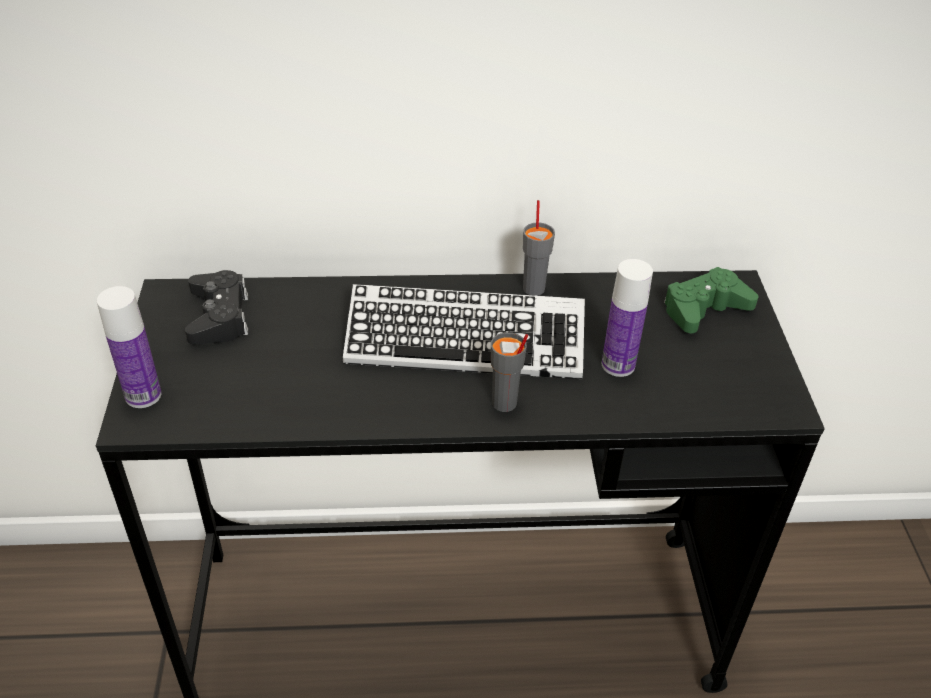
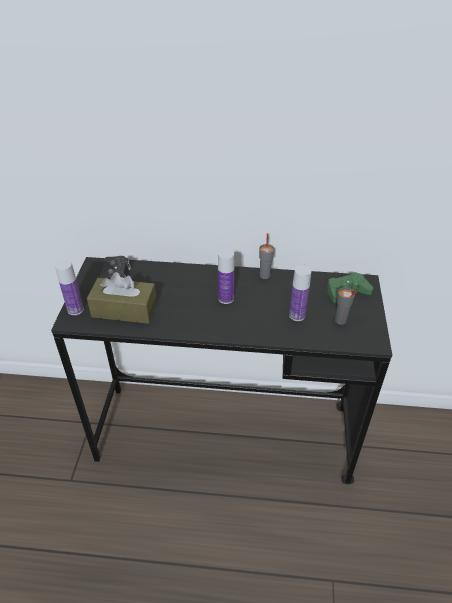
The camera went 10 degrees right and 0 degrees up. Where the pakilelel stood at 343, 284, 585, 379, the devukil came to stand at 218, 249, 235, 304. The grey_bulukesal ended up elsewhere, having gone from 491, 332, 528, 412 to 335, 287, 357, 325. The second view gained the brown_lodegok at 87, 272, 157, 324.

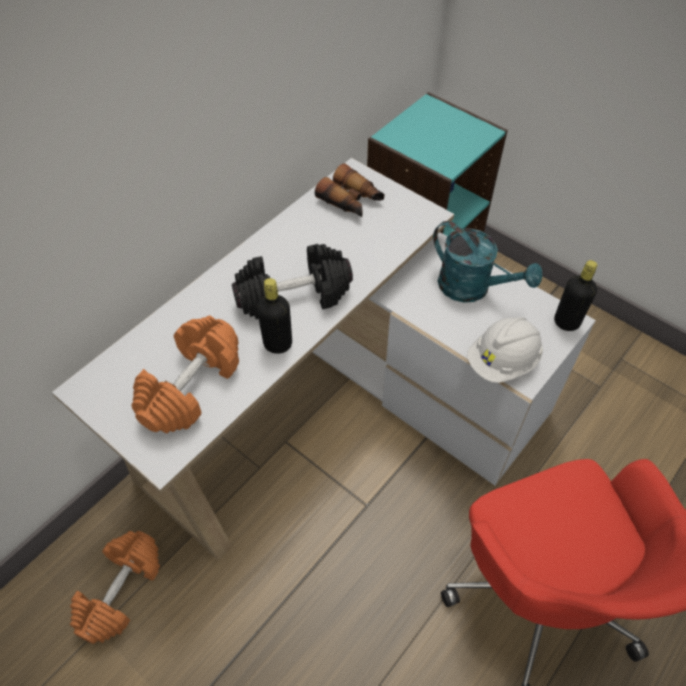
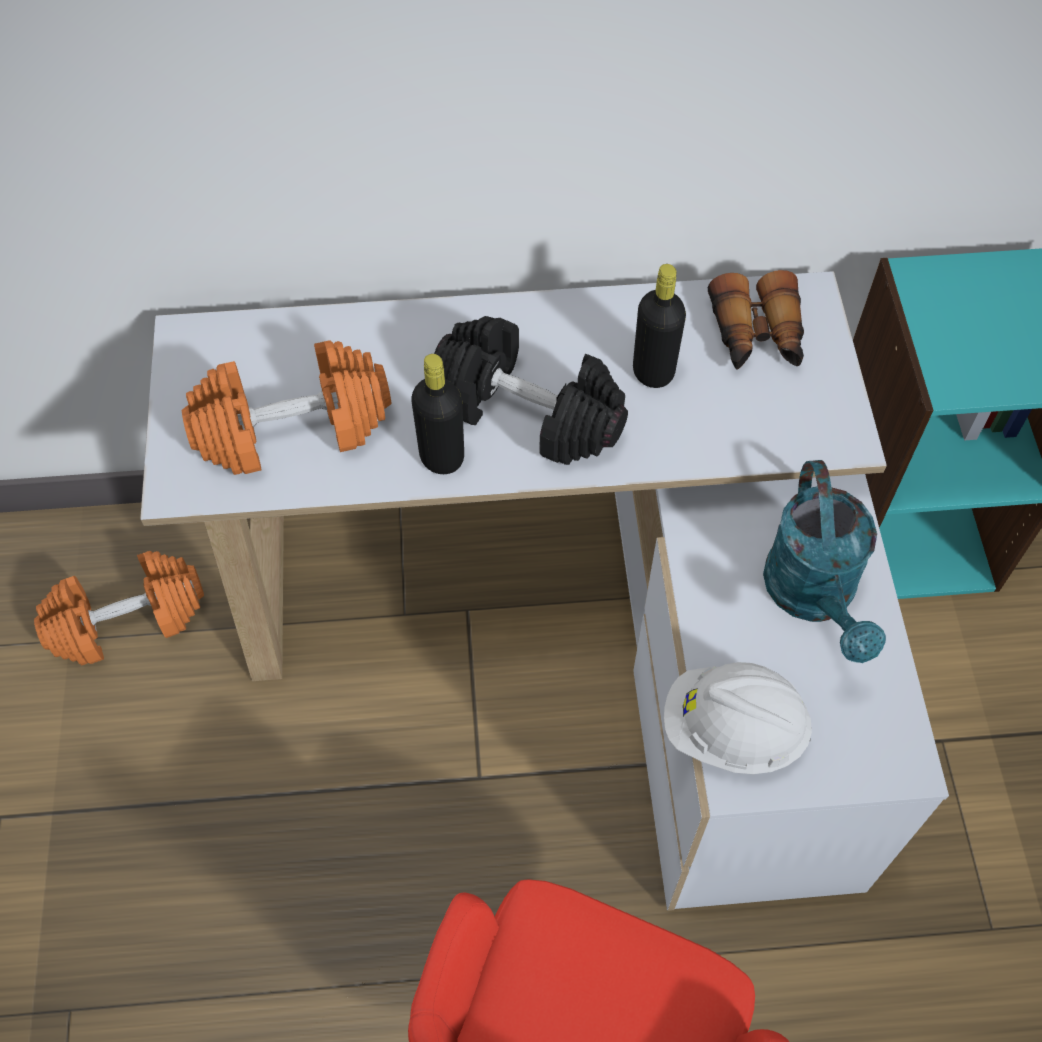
The camera went 45 degrees right and 5 degrees up. The black_devukil ended up elsewhere, having gone from 554, 260, 597, 331 to 633, 264, 686, 388.

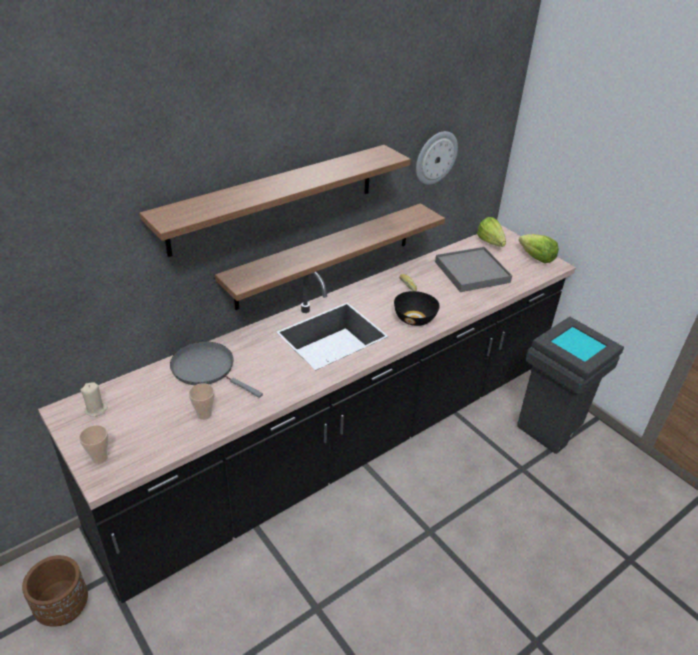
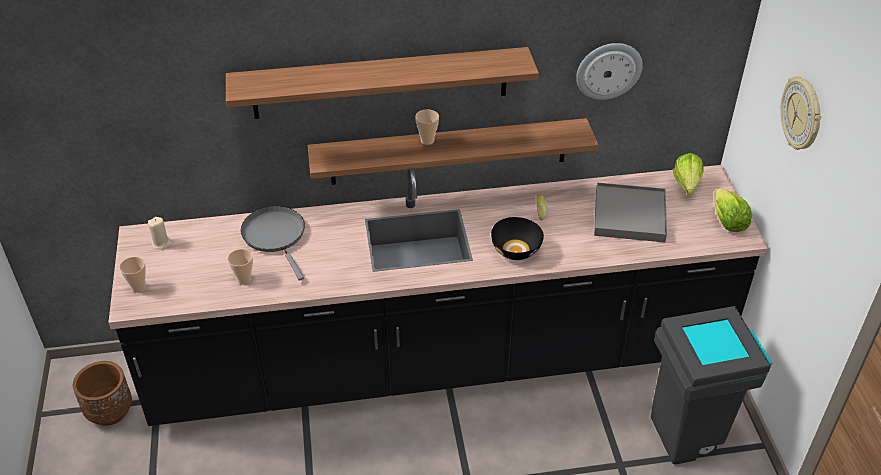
The camera went 30 degrees right and 5 degrees up. The second view gained the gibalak at 781, 76, 821, 150. The second view gained the bulukesal at 415, 110, 439, 145.

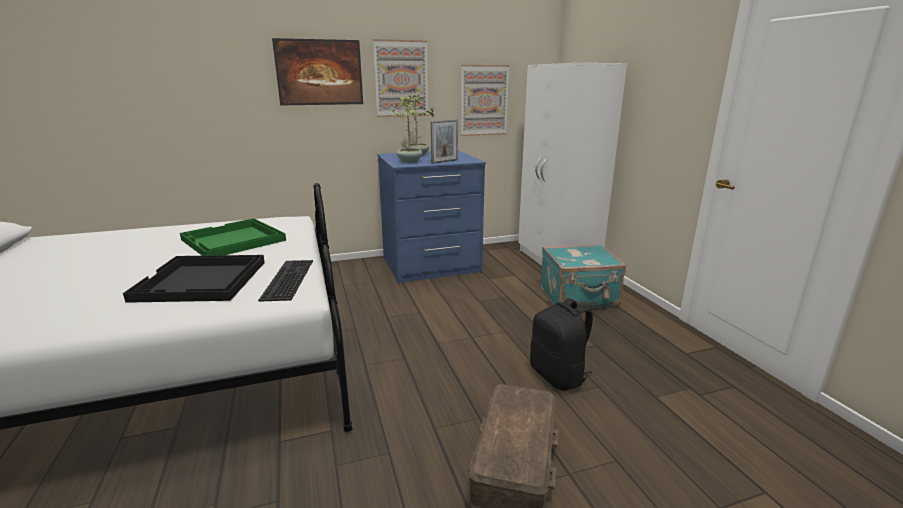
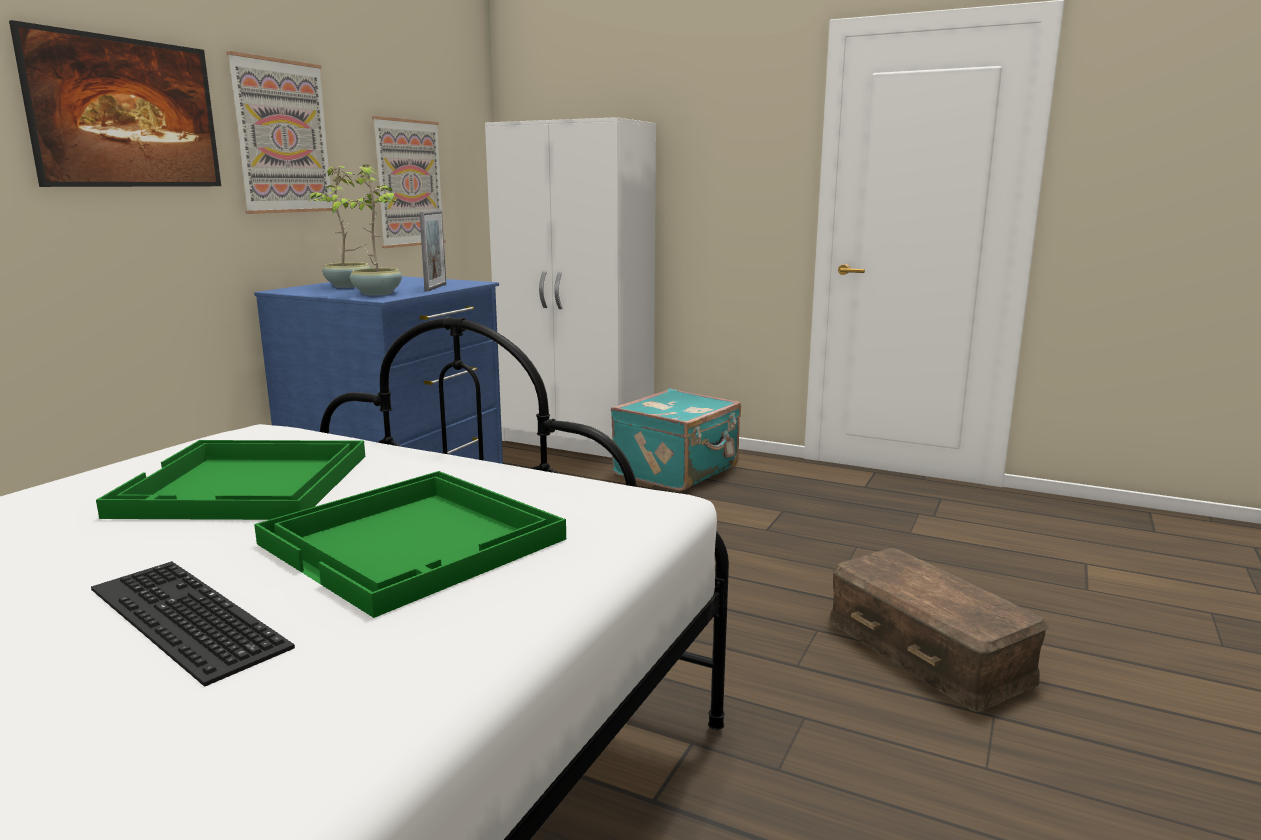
The camera went 45 degrees left and 5 degrees down. What was the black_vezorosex at 123, 255, 265, 303 turned into the green_vezorosex at 254, 471, 566, 618. The pakilelel ended up elsewhere, having gone from 258, 260, 313, 302 to 91, 561, 295, 687. The second view lost the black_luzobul at 530, 298, 593, 390.

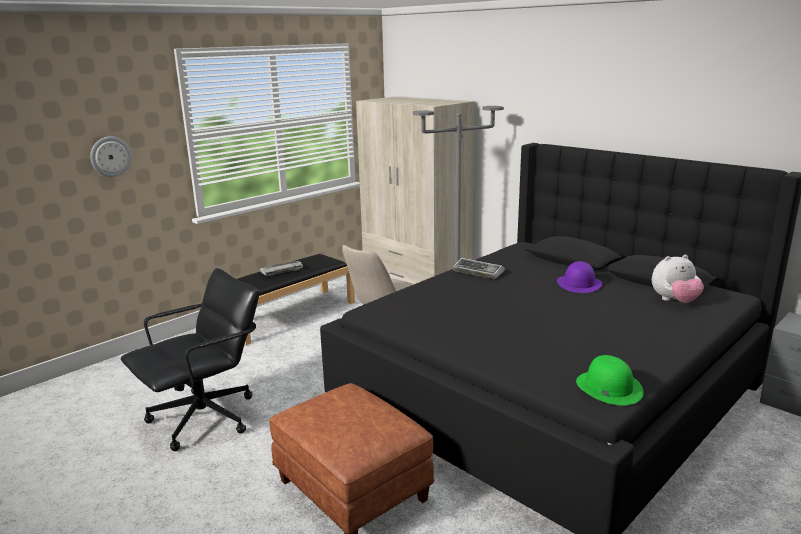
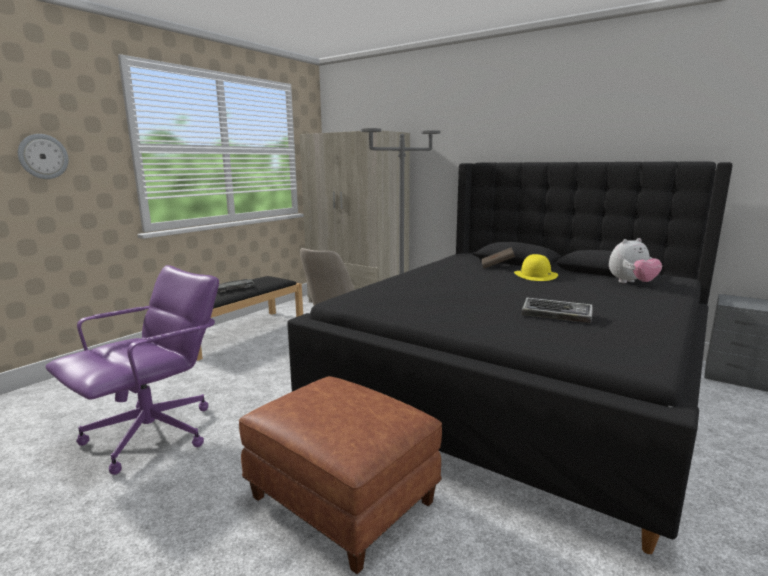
The camera went 10 degrees left and 5 degrees down. The pakilelel ended up elsewhere, having gone from 453, 258, 505, 279 to 521, 297, 593, 324. What was the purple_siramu at 557, 261, 602, 293 turned into the yellow_siramu at 514, 254, 558, 281. What was the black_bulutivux at 121, 268, 260, 451 turned into the purple_bulutivux at 46, 265, 219, 475. The second view lost the green_siramu at 576, 355, 644, 405. The second view gained the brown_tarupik at 482, 247, 515, 268.

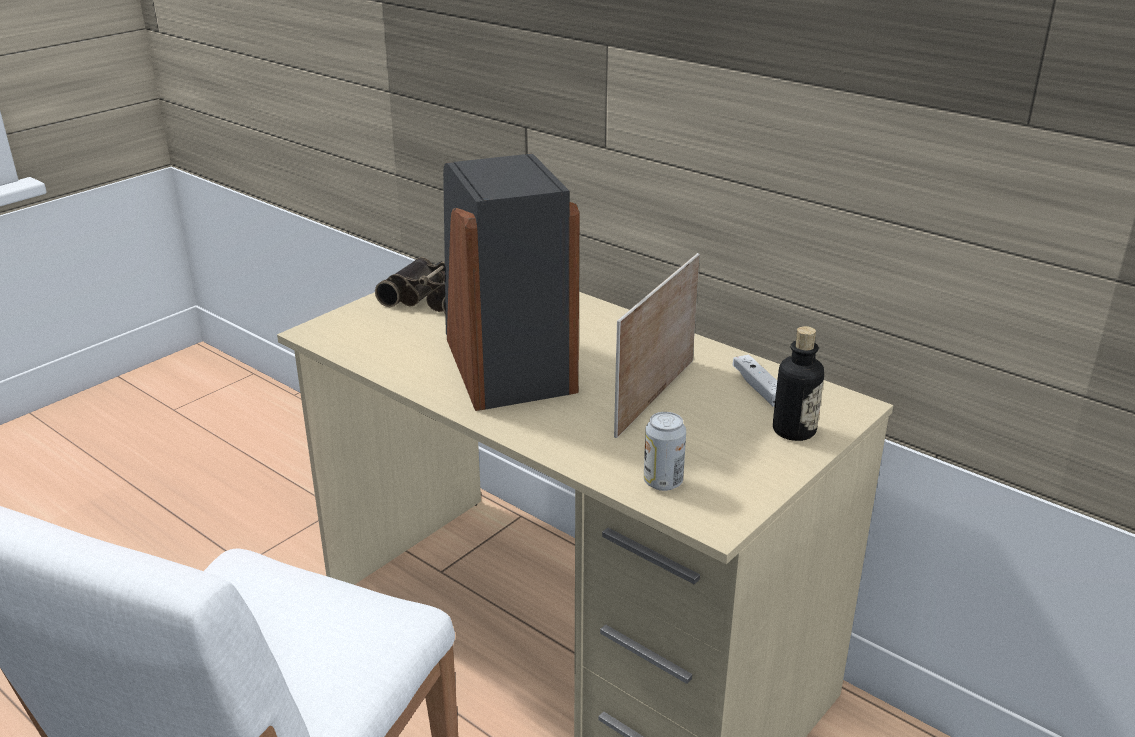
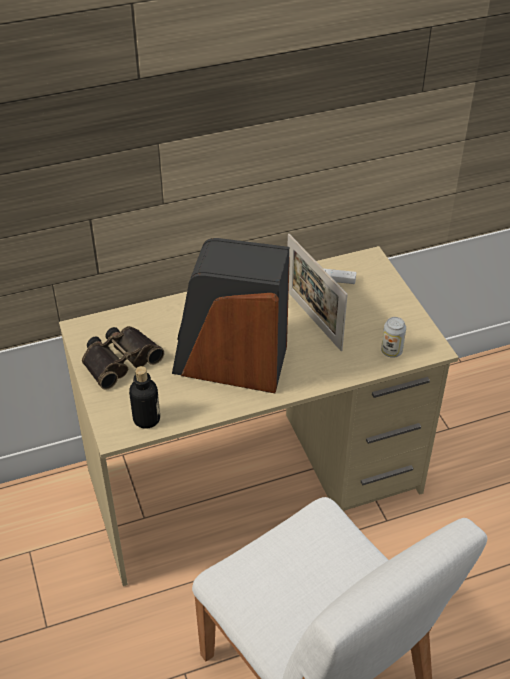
The camera went 60 degrees left and 15 degrees up. The devukil ended up elsewhere, having gone from 773, 326, 824, 441 to 129, 366, 160, 429.

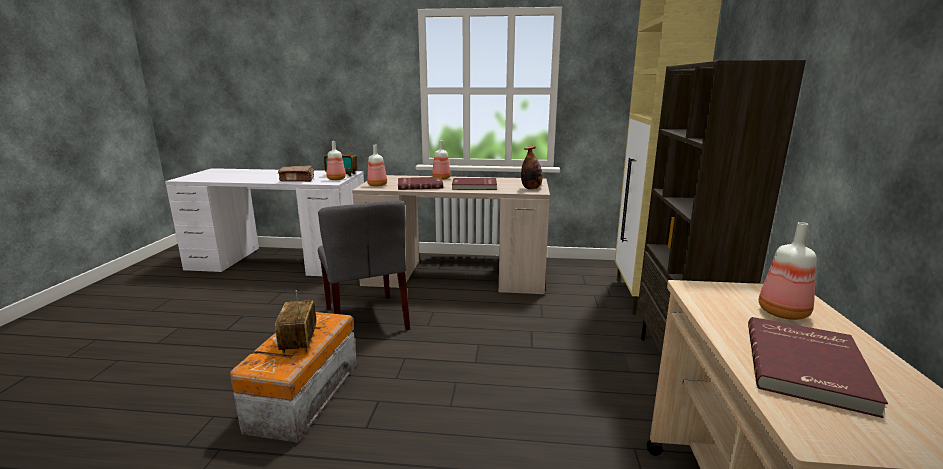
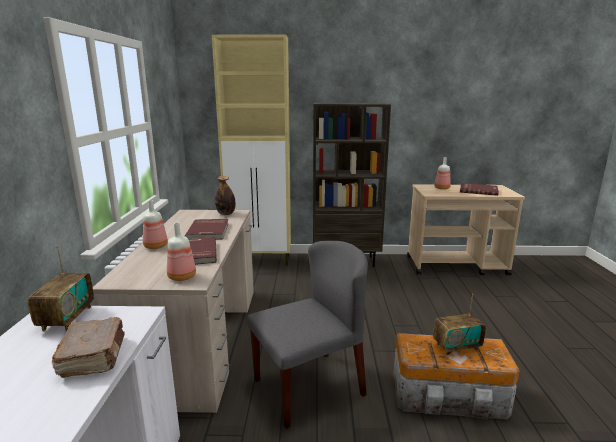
The camera went 95 degrees left and 0 degrees up. The second view lost the devukil at 327, 141, 346, 180.

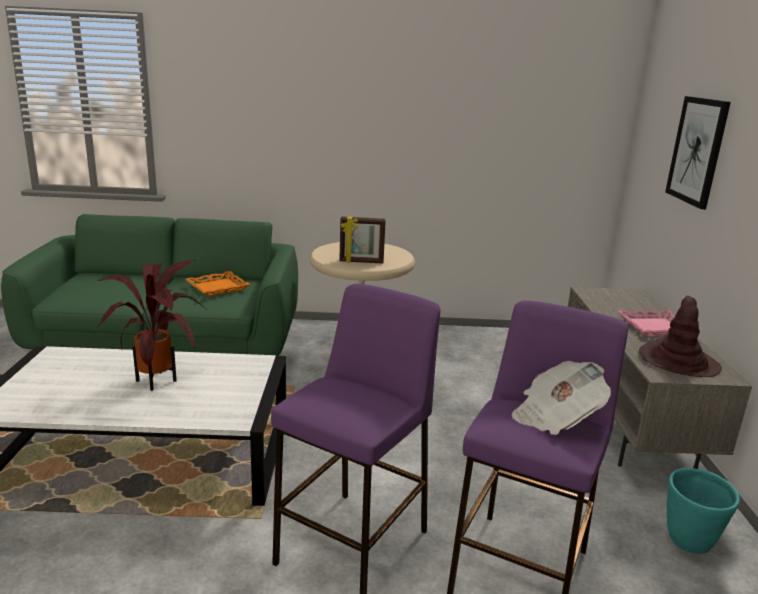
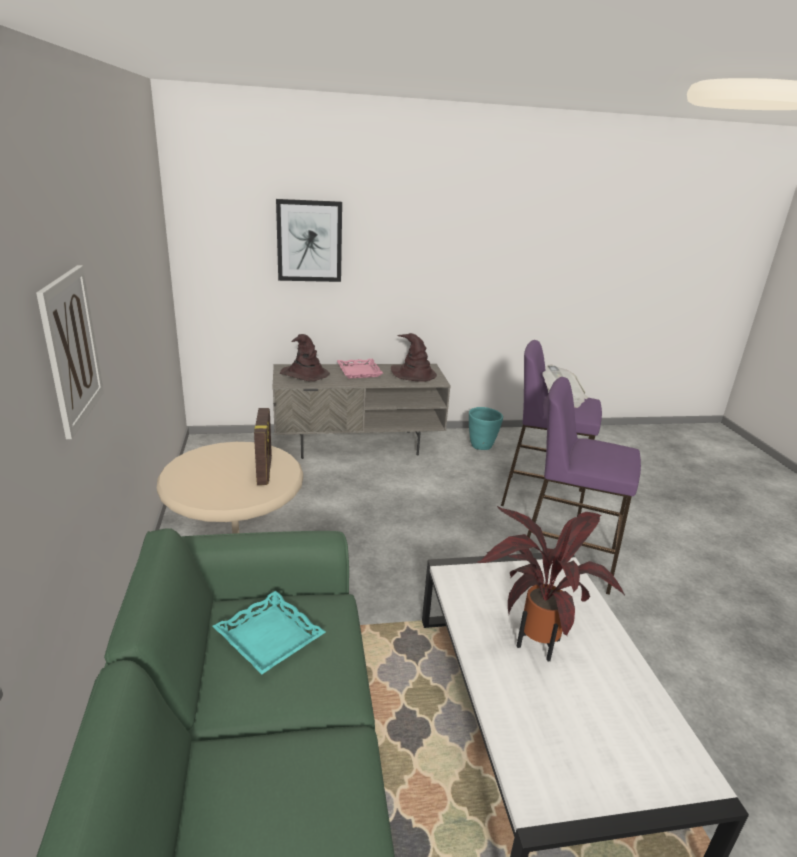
The camera went 100 degrees left and 5 degrees up. What was the orange_vezorosex at 185, 271, 250, 297 turned into the turquoise_vezorosex at 213, 591, 326, 675. The second view gained the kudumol at 36, 265, 104, 440. The second view gained the brown_siramu at 280, 334, 330, 381.

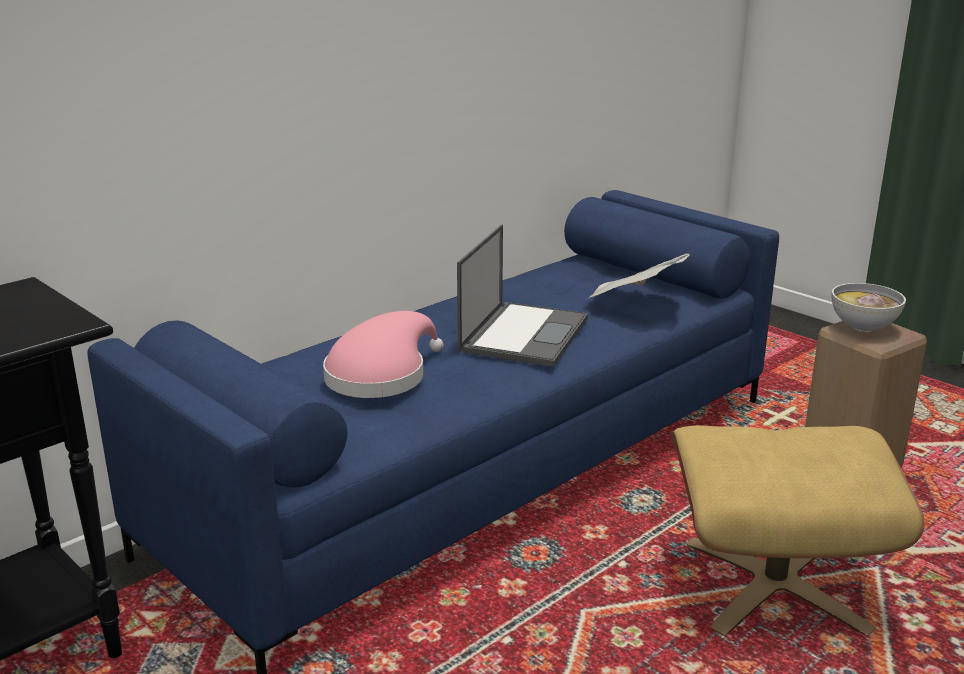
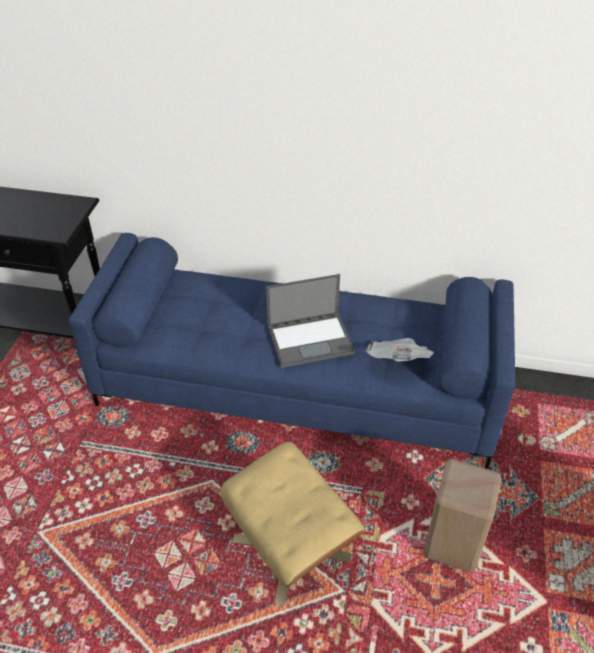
The camera went 55 degrees right and 20 degrees up. The second view lost the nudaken at 832, 283, 906, 332. The second view lost the pink_siramu at 323, 311, 444, 398.

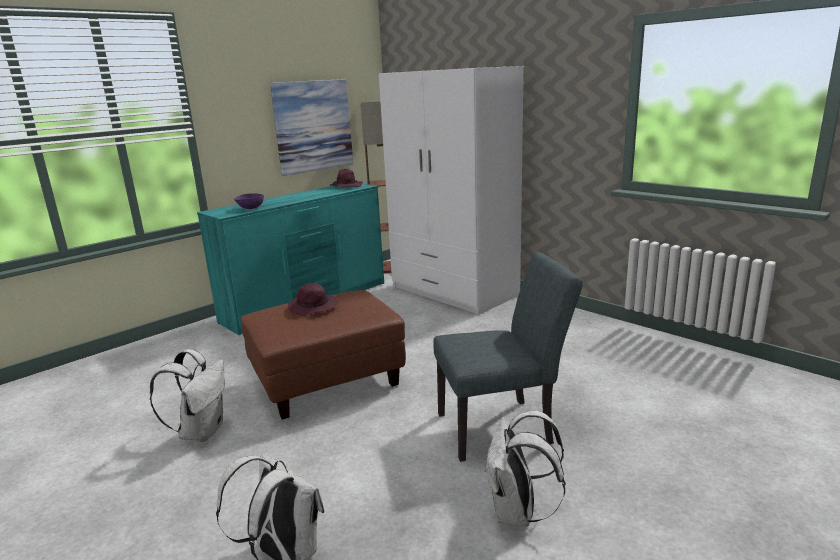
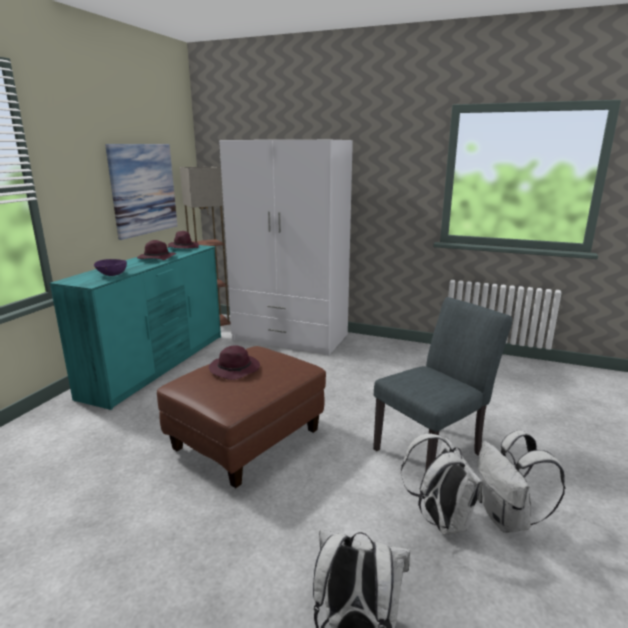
The camera went 25 degrees left and 0 degrees up. The white_luzobul ended up elsewhere, having gone from 150, 349, 225, 442 to 401, 433, 483, 535. The second view gained the purple_siramu at 137, 240, 176, 260.

